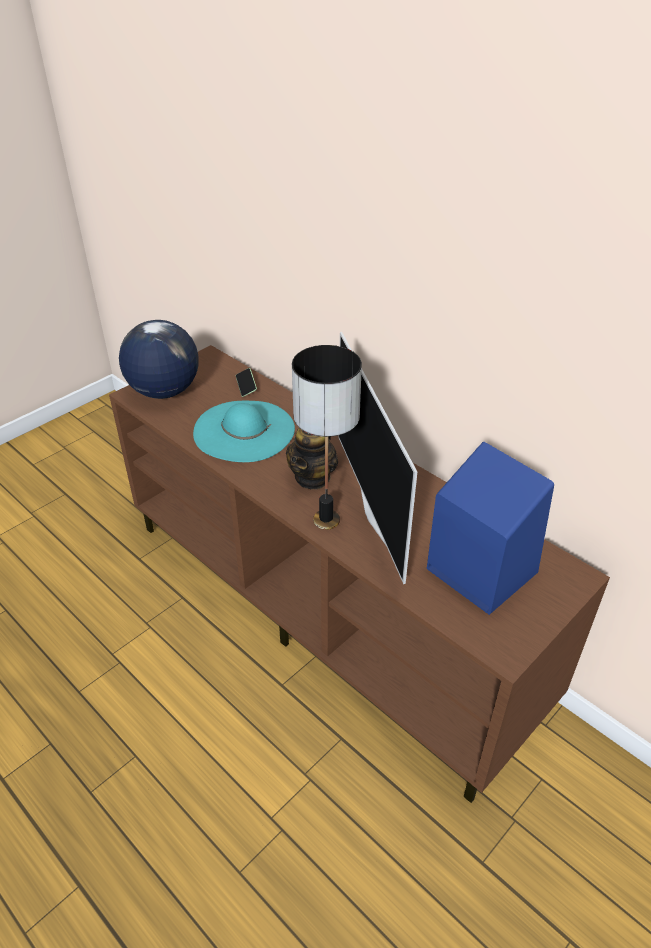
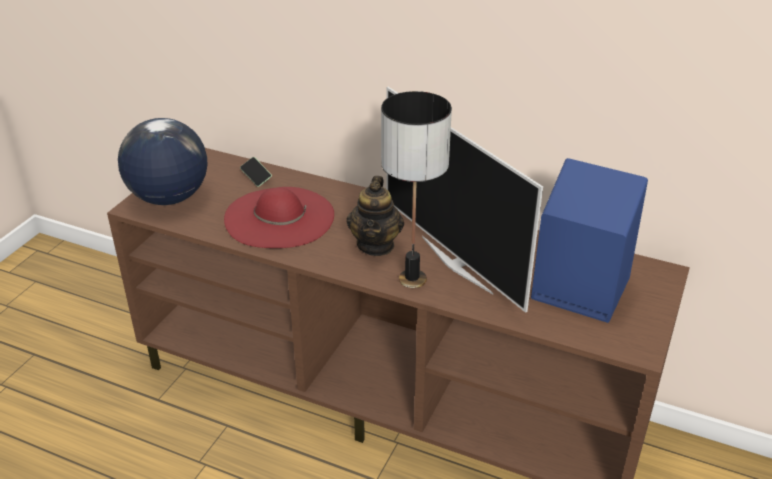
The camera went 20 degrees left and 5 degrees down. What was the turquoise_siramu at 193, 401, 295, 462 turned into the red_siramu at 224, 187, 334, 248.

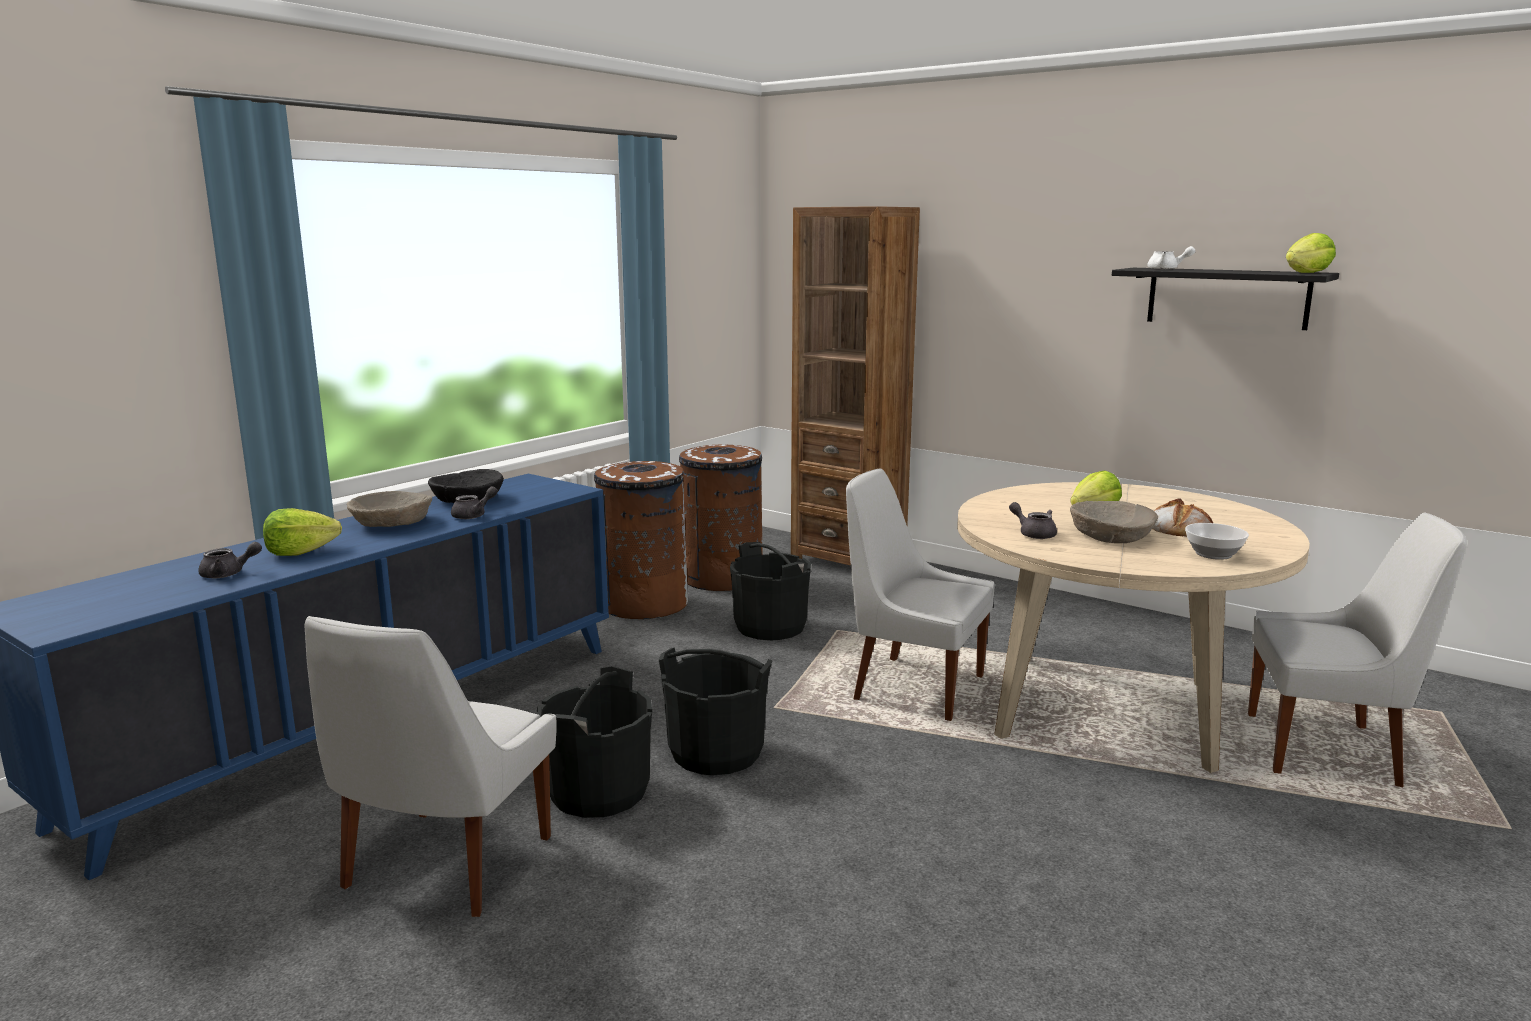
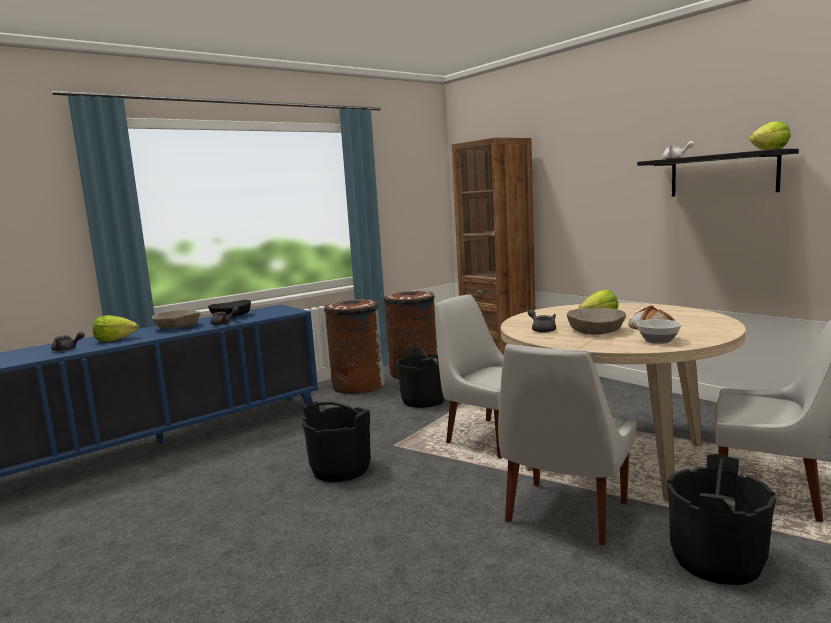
The camera went 15 degrees right and 5 degrees down. The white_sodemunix ended up elsewhere, having gone from 305, 616, 557, 917 to 498, 344, 637, 545. The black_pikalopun ended up elsewhere, having gone from 537, 666, 652, 818 to 667, 454, 776, 585.

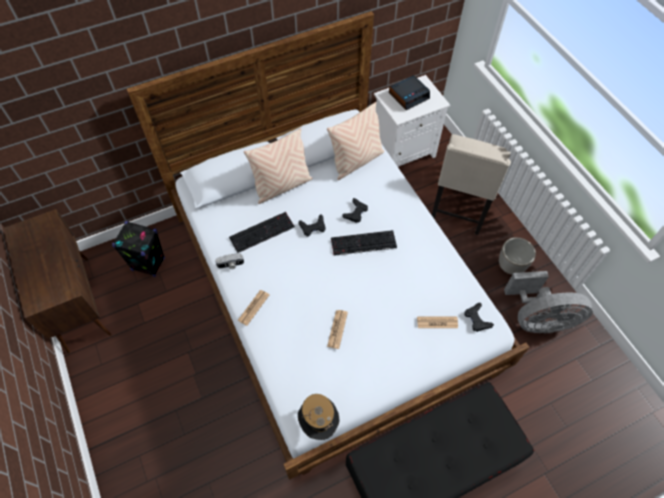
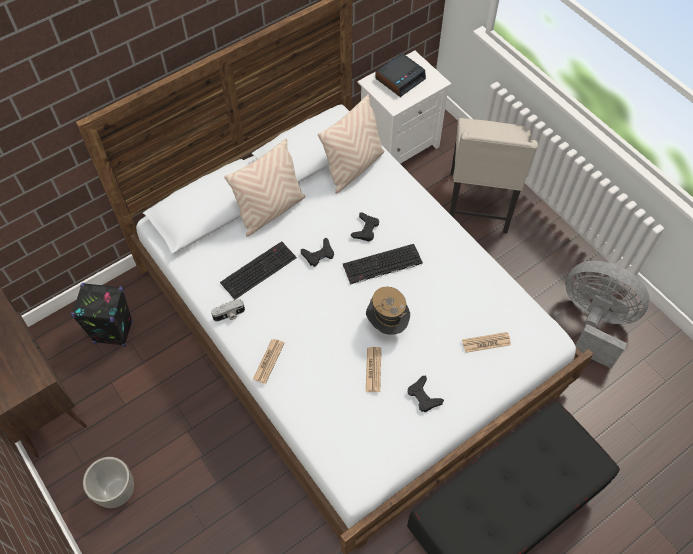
The camera went 10 degrees left and 0 degrees up. The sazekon ended up elsewhere, having gone from 499, 237, 536, 275 to 83, 457, 134, 508. The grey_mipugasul at 504, 271, 593, 334 ended up facing another way, 135 degrees counterclockwise from before. The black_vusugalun ended up elsewhere, having gone from 465, 303, 494, 332 to 408, 375, 444, 412. The siramu ended up elsewhere, having gone from 298, 394, 339, 440 to 366, 286, 410, 335.

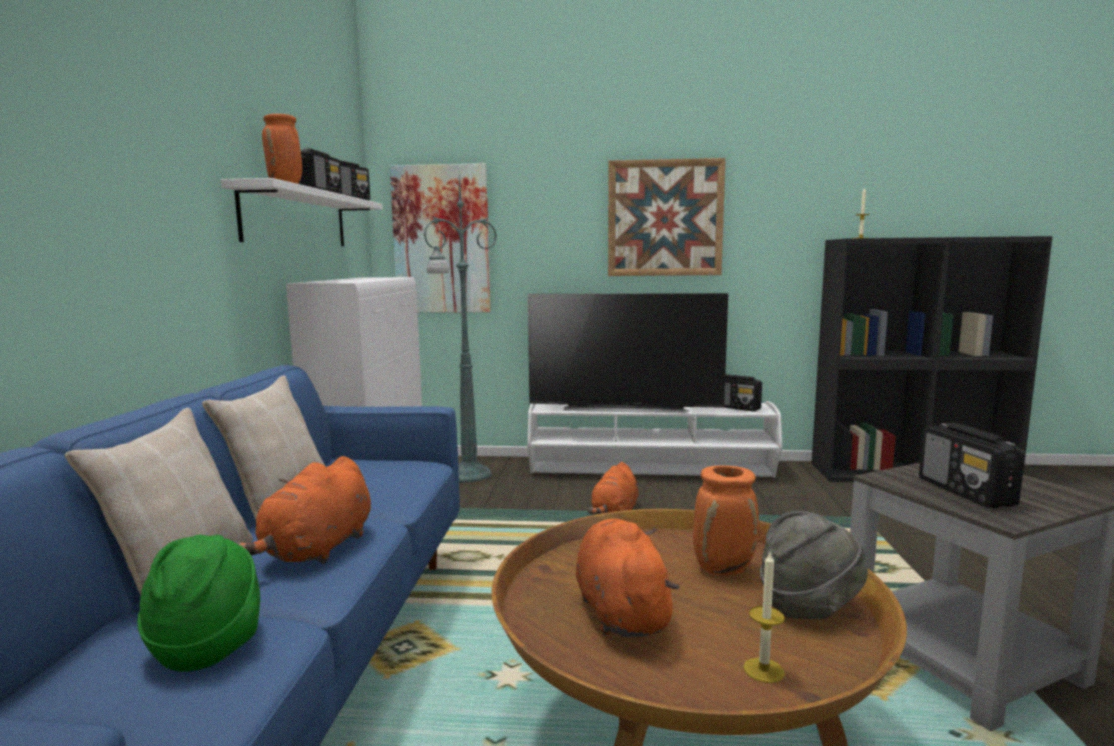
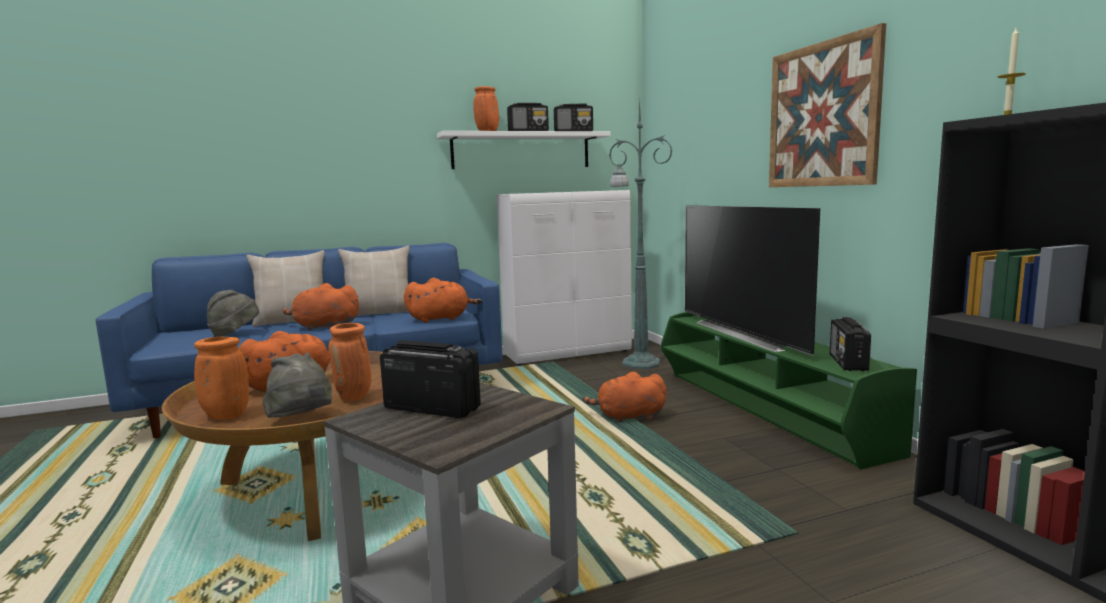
The camera went 65 degrees right and 0 degrees up. The second view lost the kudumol at 390, 163, 491, 313. What was the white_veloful at 527, 401, 782, 478 turned into the green_veloful at 661, 312, 917, 469. The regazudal at 919, 423, 1025, 508 ended up facing another way, 60 degrees clockwise from before. What was the green_siramu at 138, 535, 260, 672 turned into the grey_siramu at 207, 290, 259, 337. Where the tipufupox stood at 743, 552, 785, 683, the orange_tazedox came to stand at 194, 337, 249, 420. The second view gained the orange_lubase at 404, 278, 482, 322.

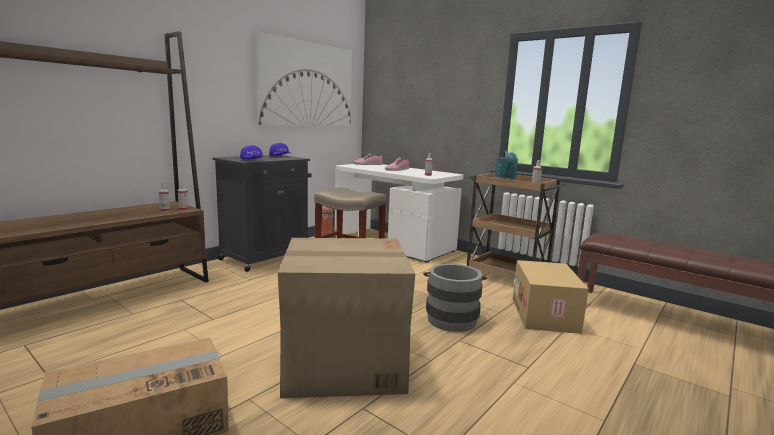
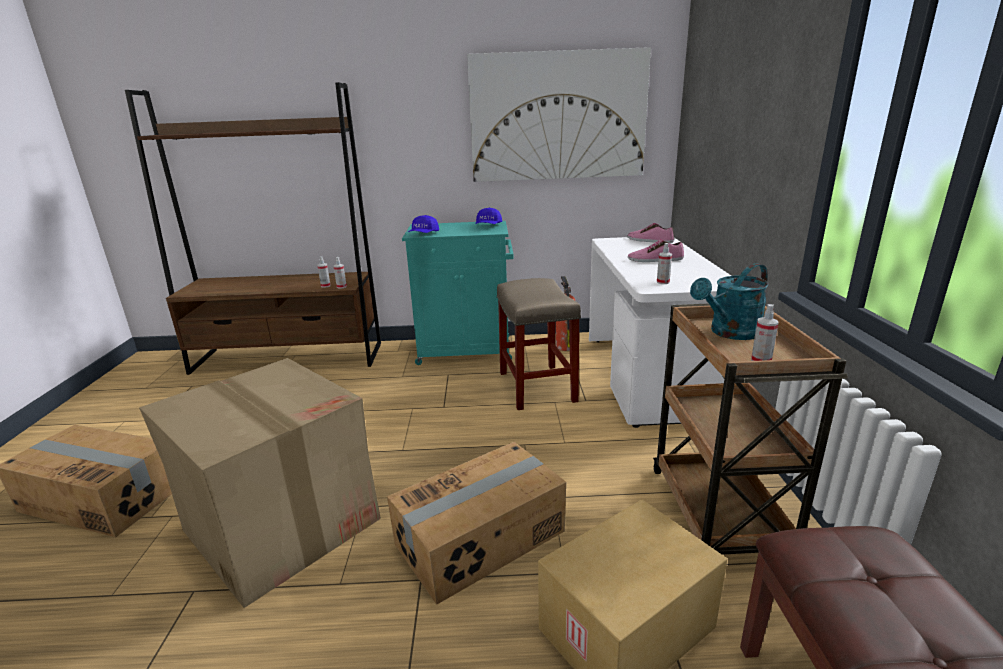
The camera went 50 degrees right and 10 degrees up. What was the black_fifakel at 212, 155, 312, 272 turned into the turquoise_fifakel at 402, 221, 514, 365. Where the grey_pikalopun stood at 423, 264, 487, 332, the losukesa came to stand at 387, 442, 566, 605.

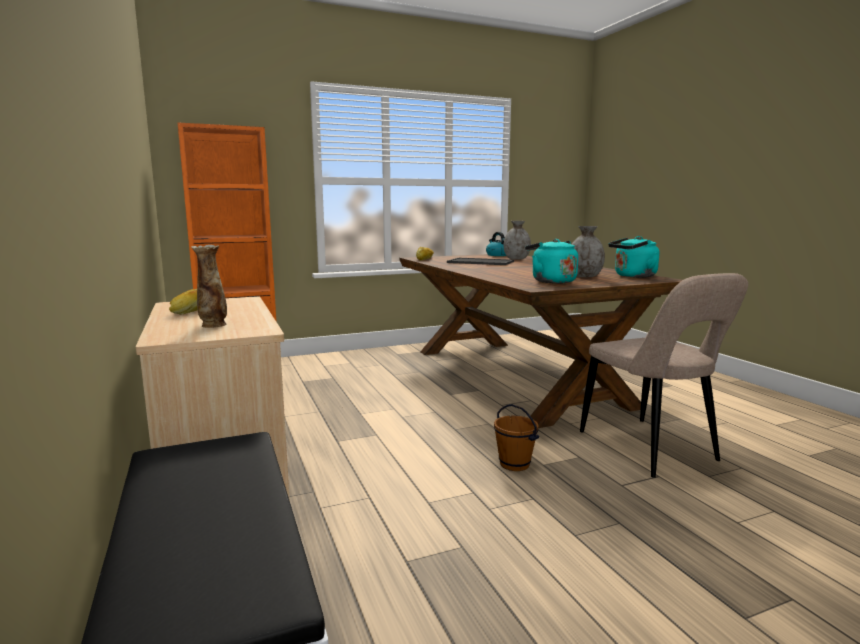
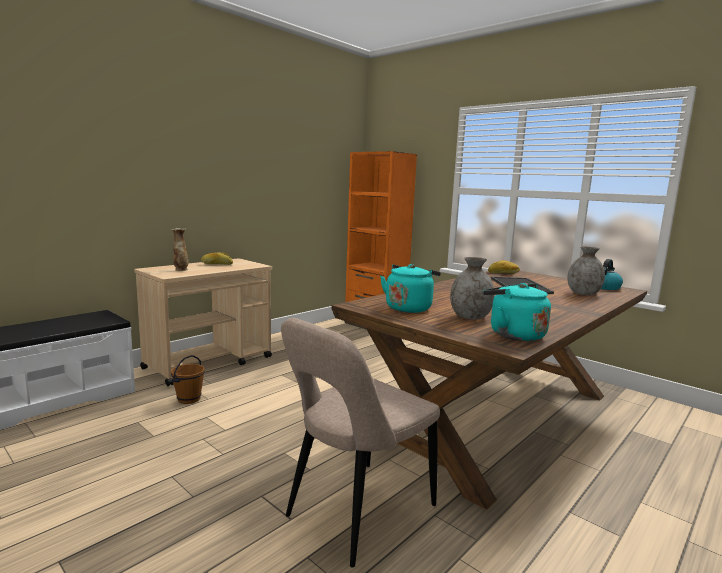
The camera went 65 degrees right and 0 degrees up. The brown_pikalopun ended up elsewhere, having gone from 494, 404, 539, 471 to 171, 355, 205, 404.

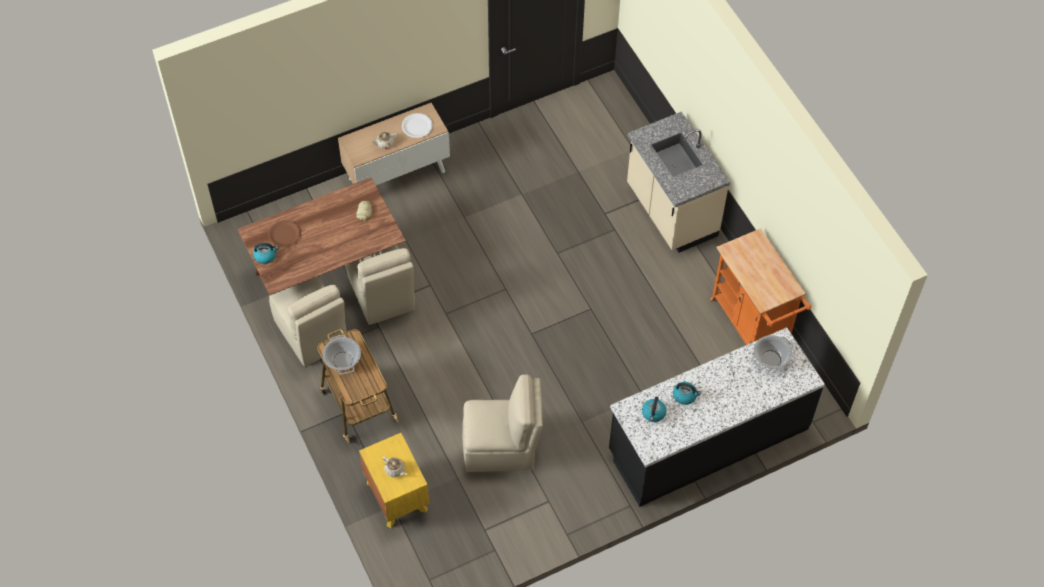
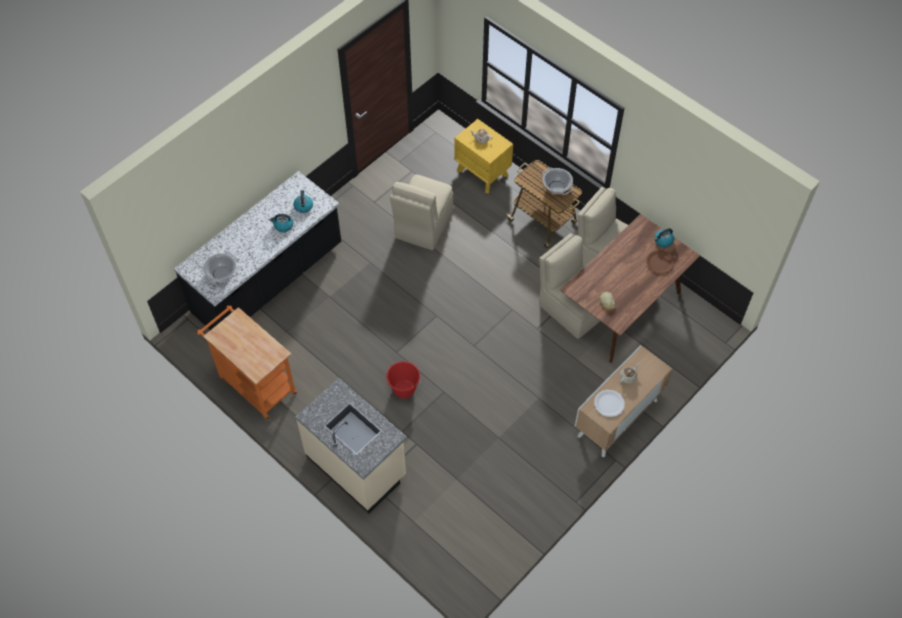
The camera went 160 degrees right and 0 degrees up. The beige_sodemunix at 462, 375, 543, 472 ended up facing another way, 45 degrees counterclockwise from before. The second view gained the red_pikalopun at 386, 361, 421, 398.

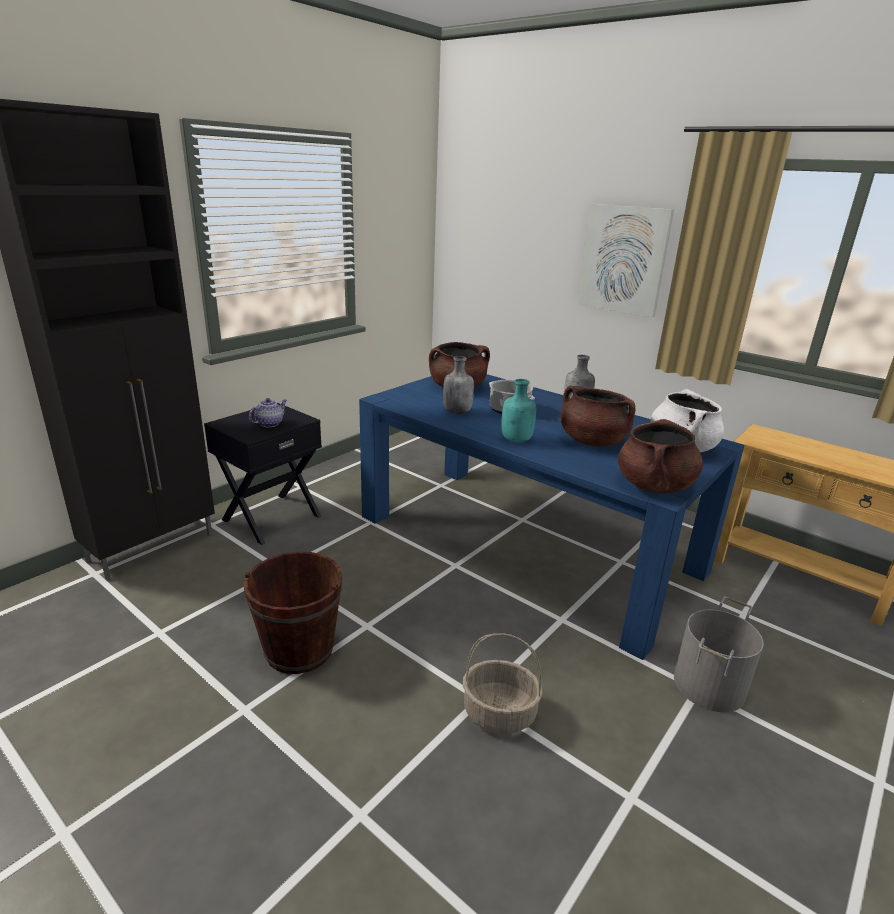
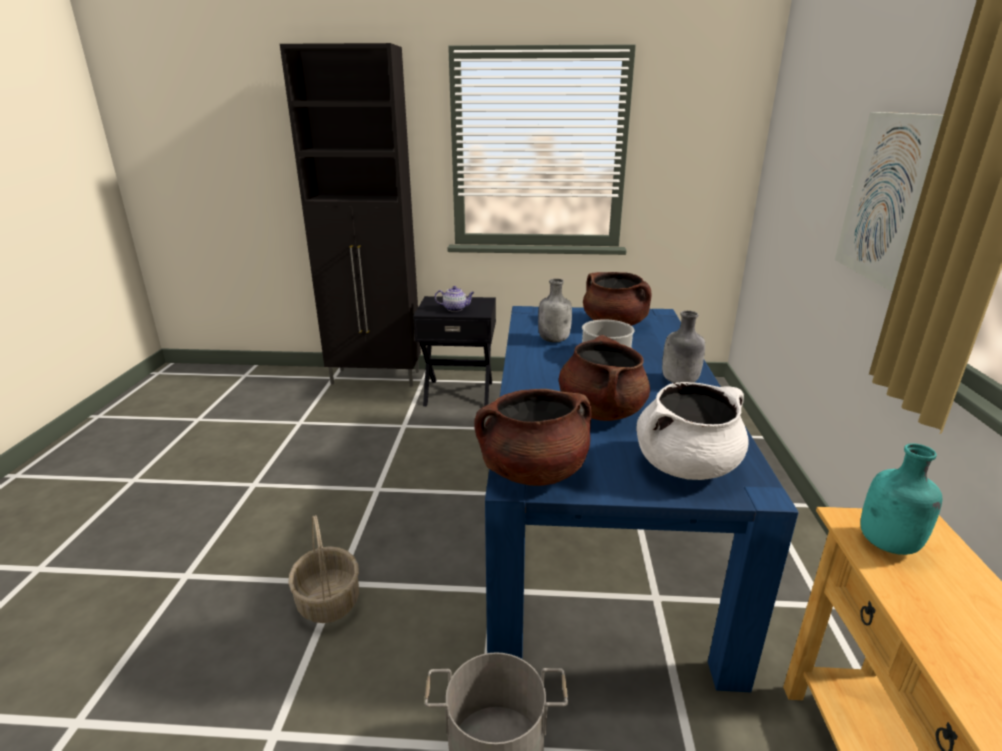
The camera went 55 degrees right and 0 degrees up. The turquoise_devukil ended up elsewhere, having gone from 501, 379, 536, 443 to 860, 443, 943, 555. The second view lost the brown_pikalopun at 244, 552, 343, 674.

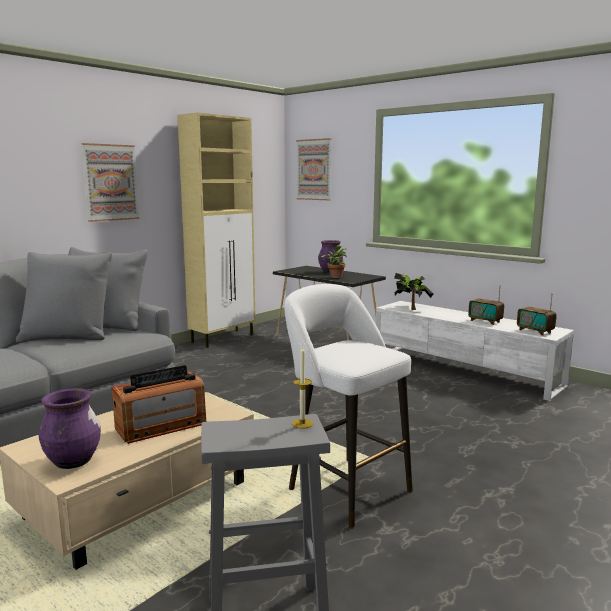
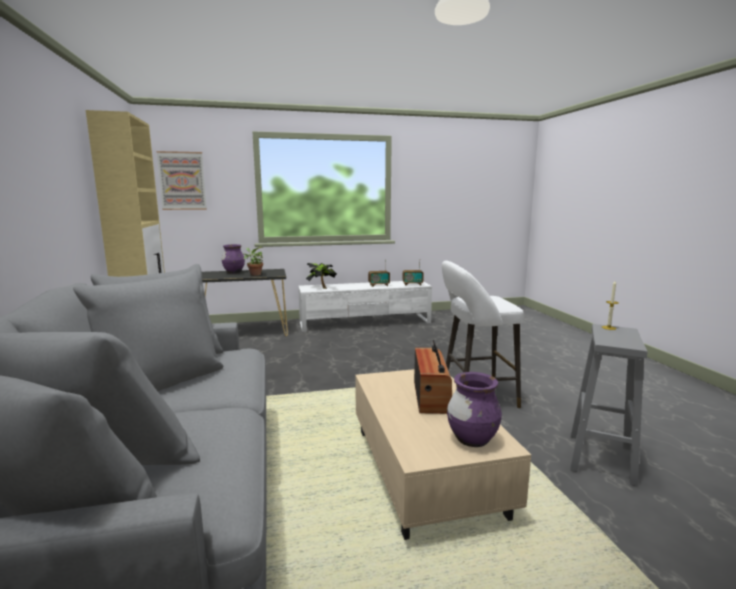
The camera went 55 degrees left and 0 degrees up. The second view lost the kudumol at 82, 143, 140, 222.

